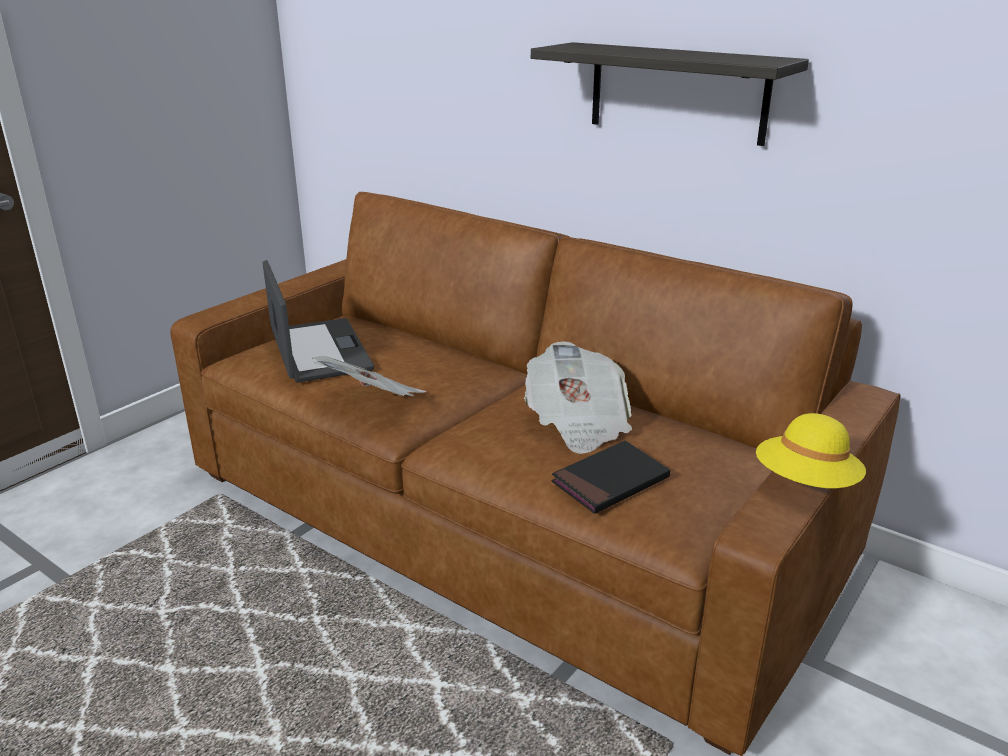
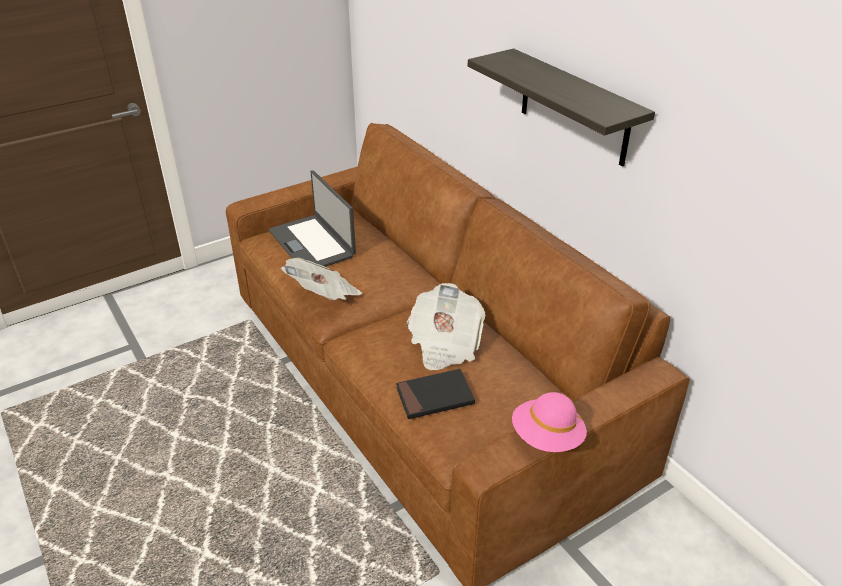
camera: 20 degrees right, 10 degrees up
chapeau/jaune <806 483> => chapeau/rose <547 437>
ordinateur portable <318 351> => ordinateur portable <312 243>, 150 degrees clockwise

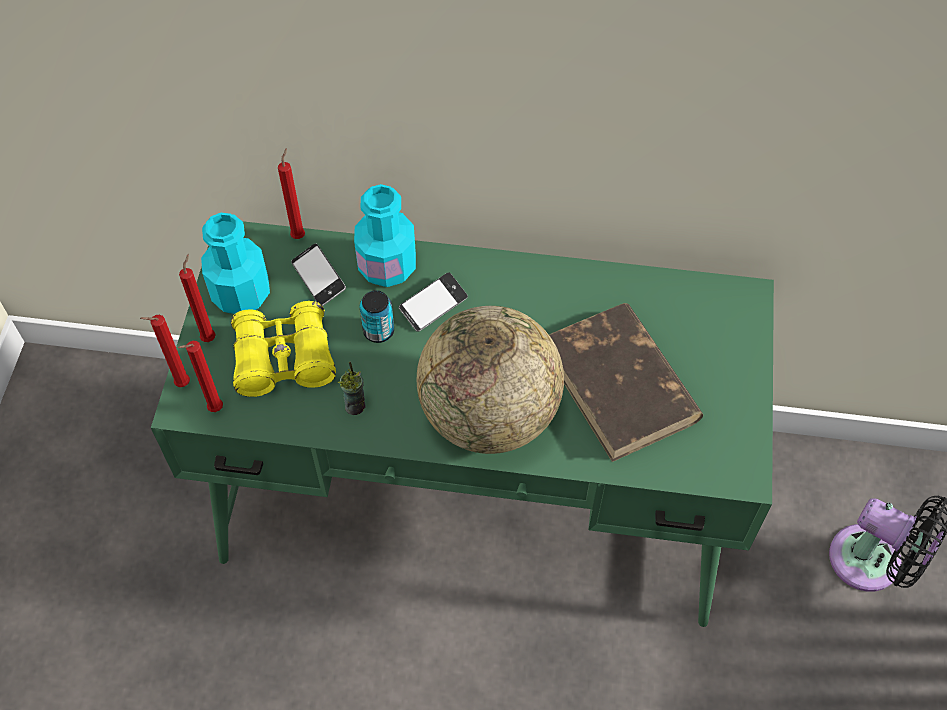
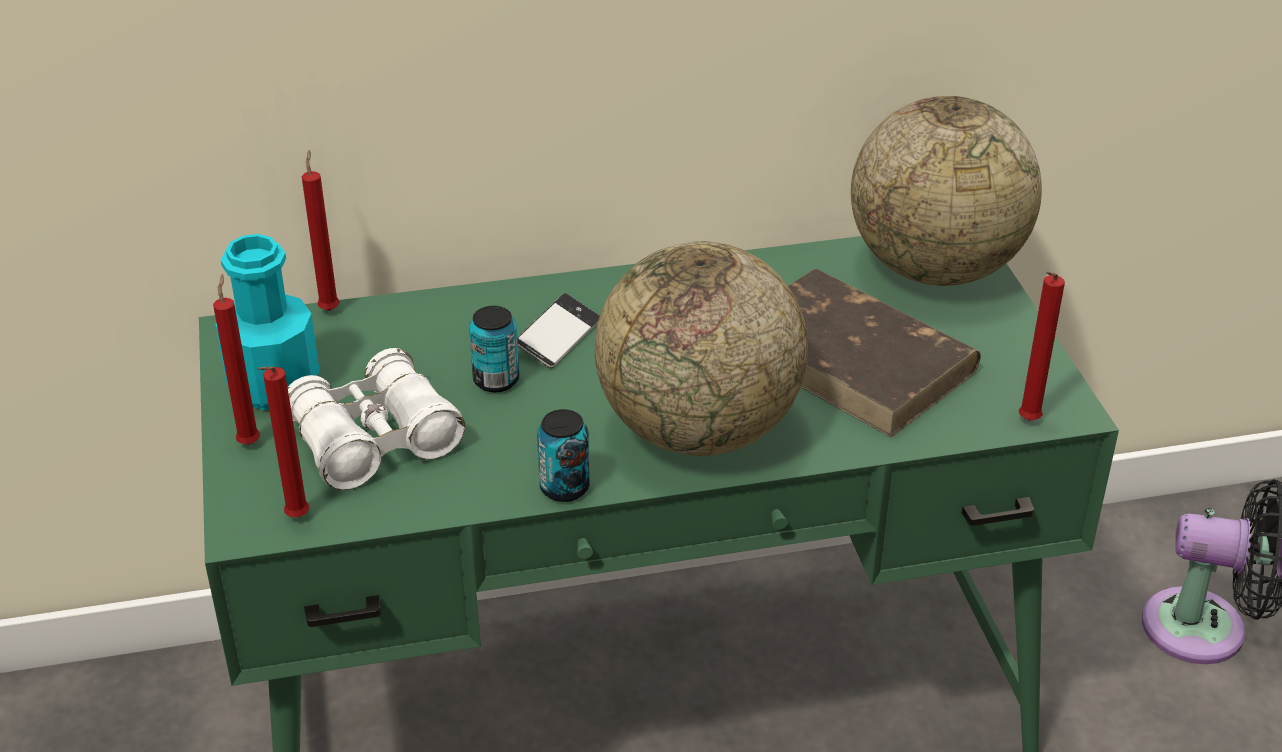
camera: 20 degrees left, 20 degrees down
téléphone <319 278> => nothing
tasse <355 405> => nothing
bouteille/turquoise <387 266> => nothing
nothing => boîte métallique <564 487>
nothing => globe <935 268>
bougie/rouge <180 384> => bougie/rouge <1026 422>, moved
jumelles/jaune <284 359> => jumelles/blanc <374 440>

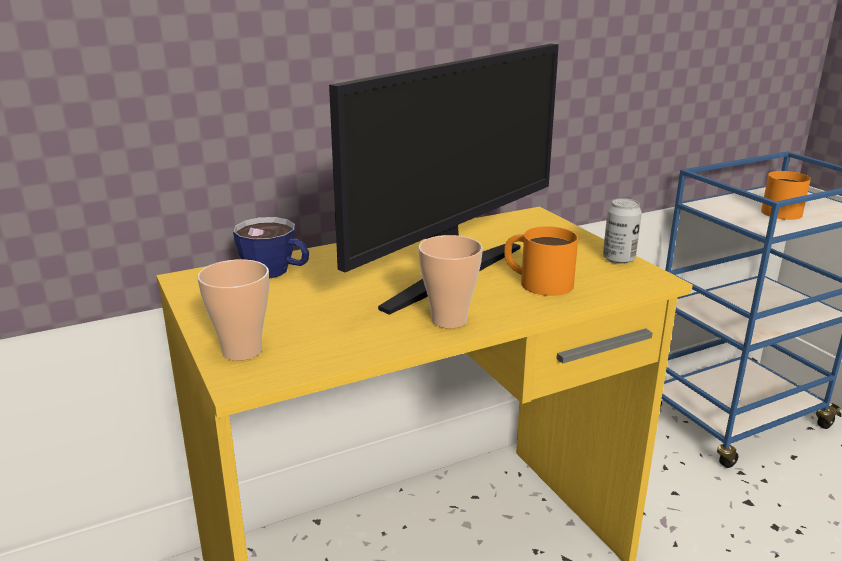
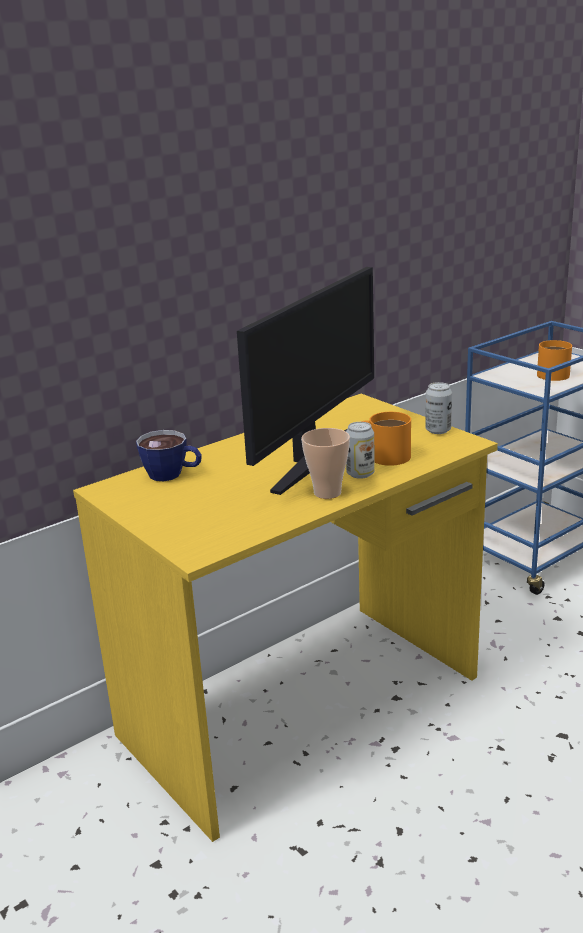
camera: 10 degrees left, 0 degrees up
tasse <242 351> => nothing
nothing => boîte métallique <360 474>

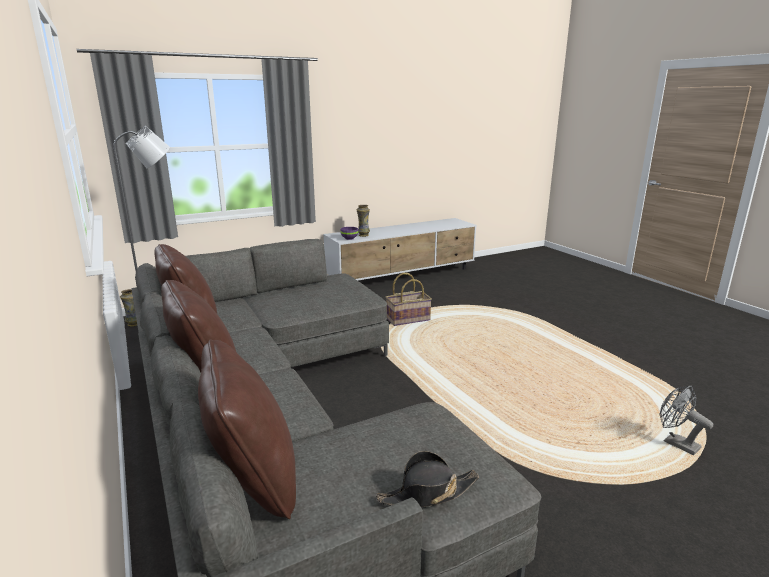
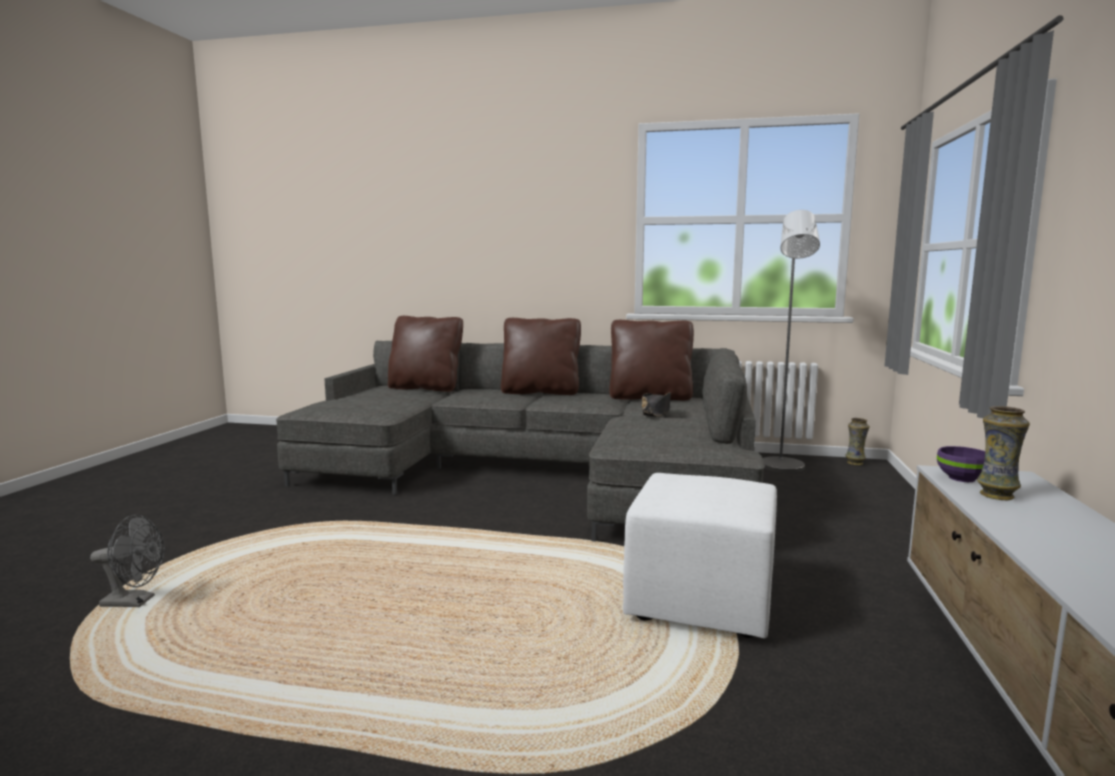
camera: 130 degrees right, 10 degrees down
chapeau/noir <428 493> => chapeau/noir <656 412>, moved
panier <408 319> => pouf/blanc <701 603>

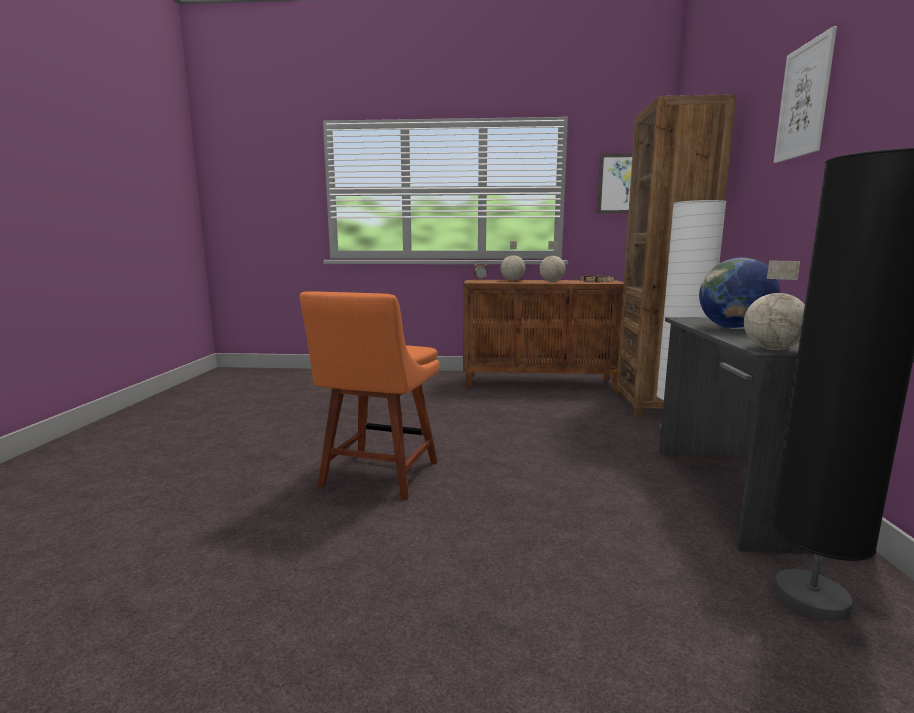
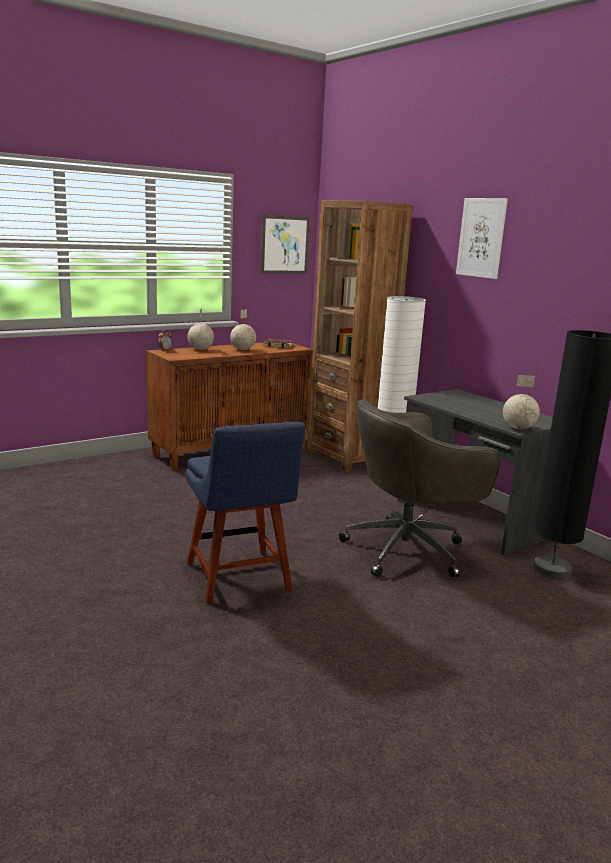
camera: 40 degrees left, 5 degrees up
globe <734 328> => nothing
nothing => chaise de bureau/gris <408 550>
chaise/orange <377 476> => chaise/bleu <239 579>

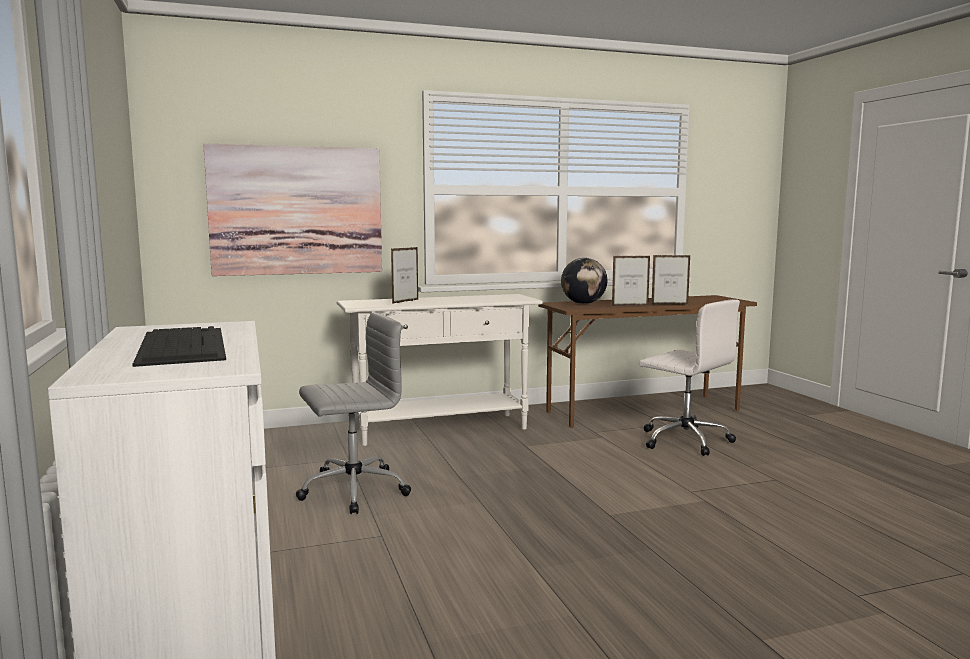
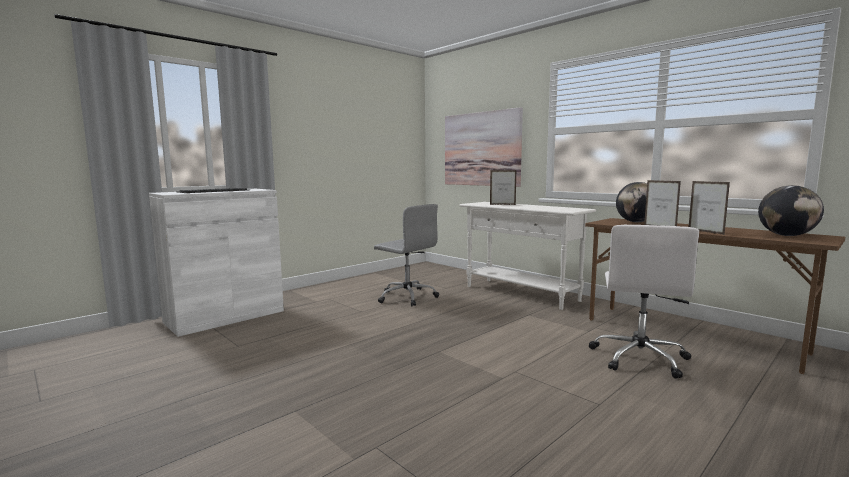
camera: 65 degrees right, 0 degrees up
nothing => globe <787 235>

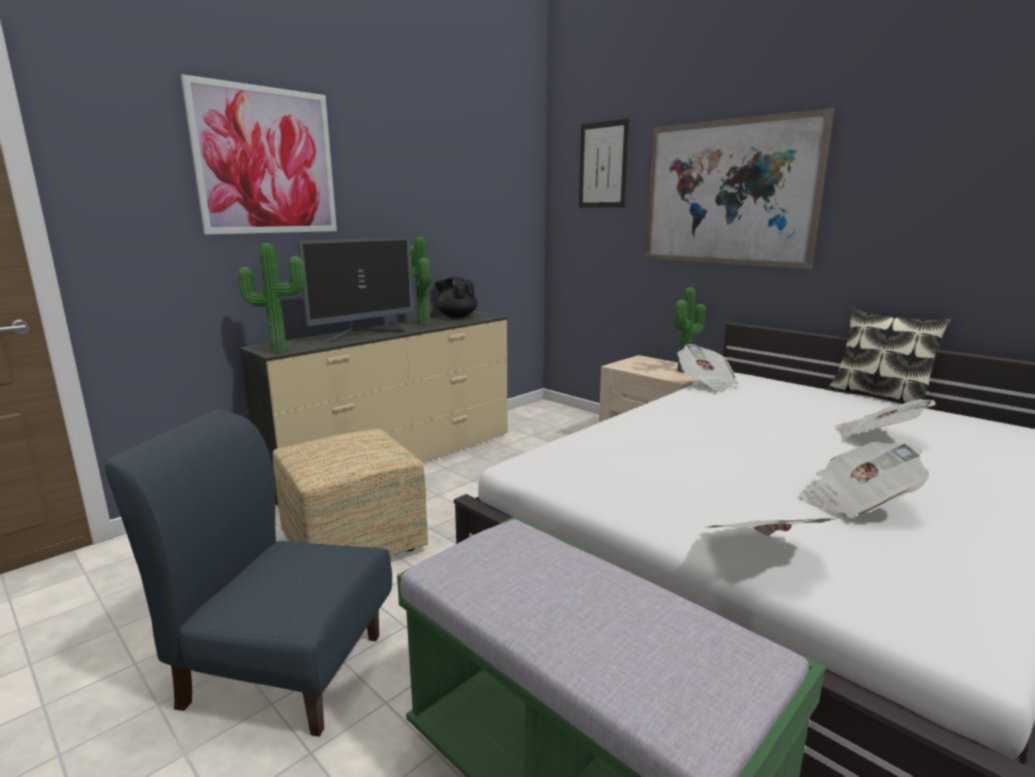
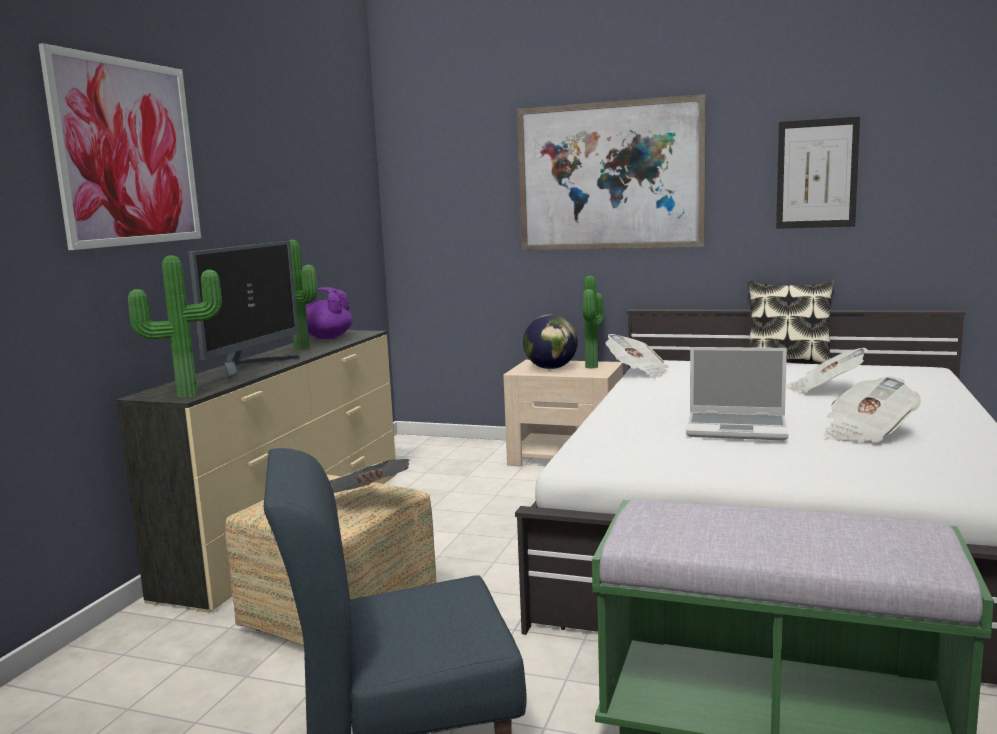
camera: 25 degrees left, 5 degrees down
nothing => globe <551 368>
nothing => ordinateur portable <738 428>
tableau <603 165> => tableau <816 174>, moved
journal <761 552> => journal <367 501>, moved
théière/noir <456 317> => théière/violet <326 337>

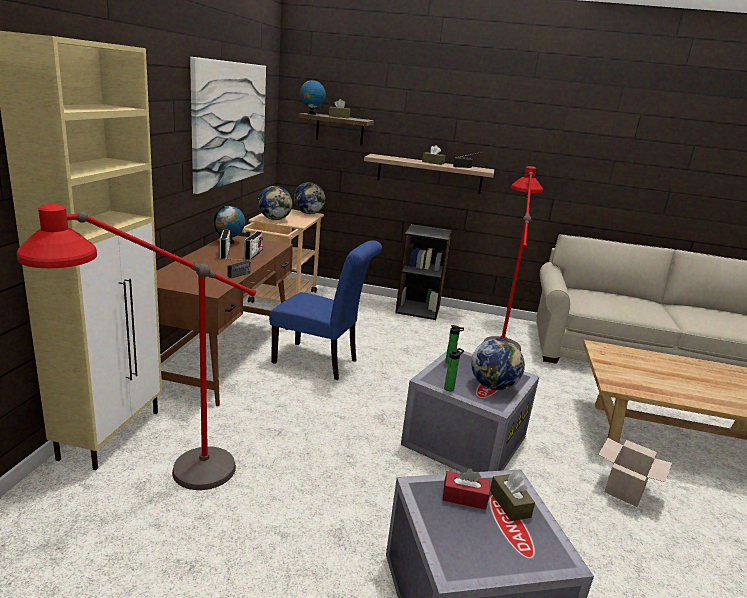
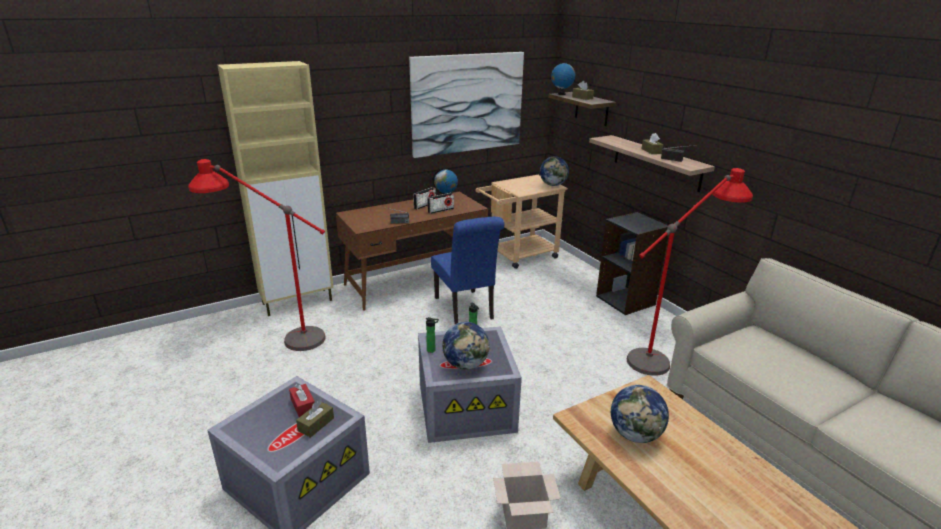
camera: 50 degrees right, 5 degrees up
globe <275 219> => globe <635 434>, moved

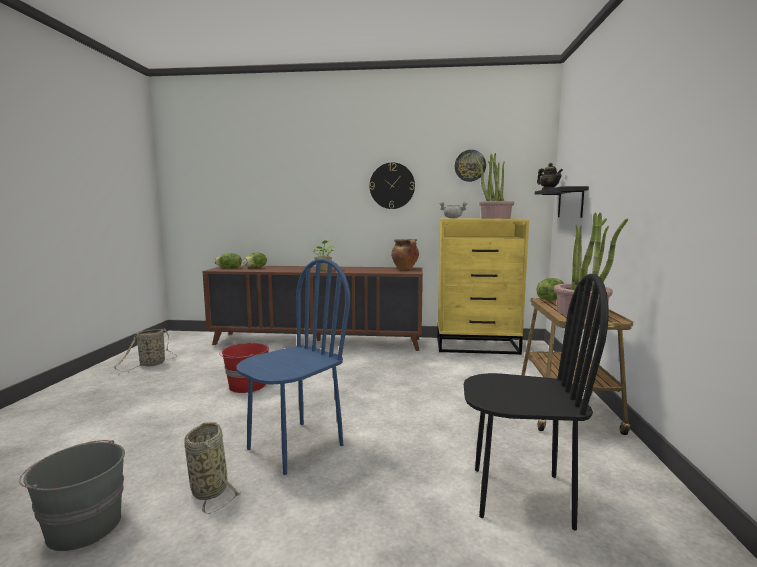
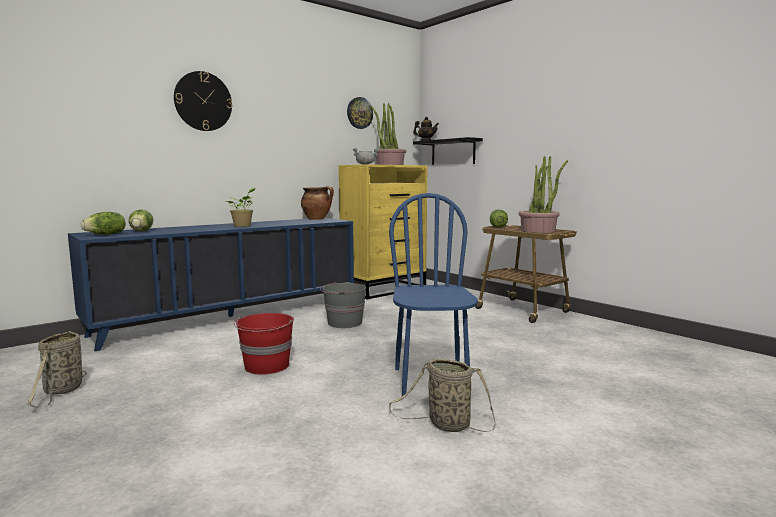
camera: 45 degrees left, 0 degrees up
chaise/noir <520 496> => nothing
seau/gris <83 526> => seau/gris <344 323>, moved
horloge murale <392 186> => horloge murale <203 101>, moved
meuble de rangement/marron <317 341> => meuble de rangement/bleu <232 317>

